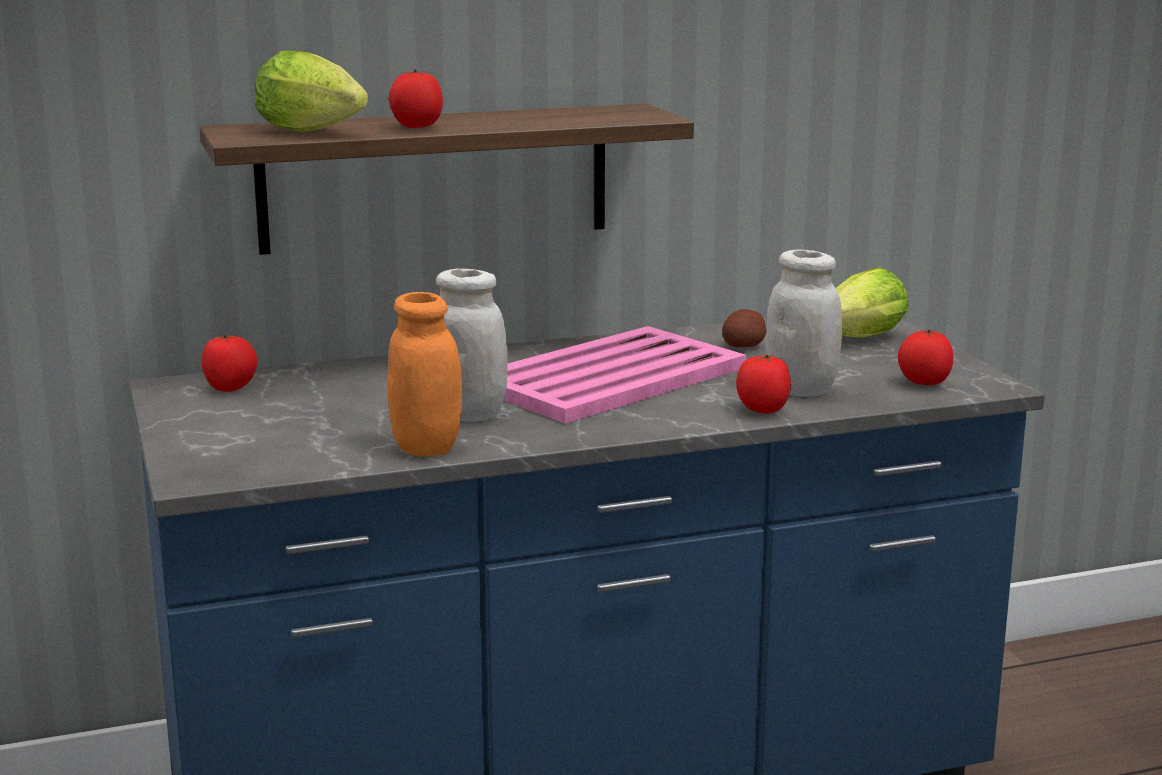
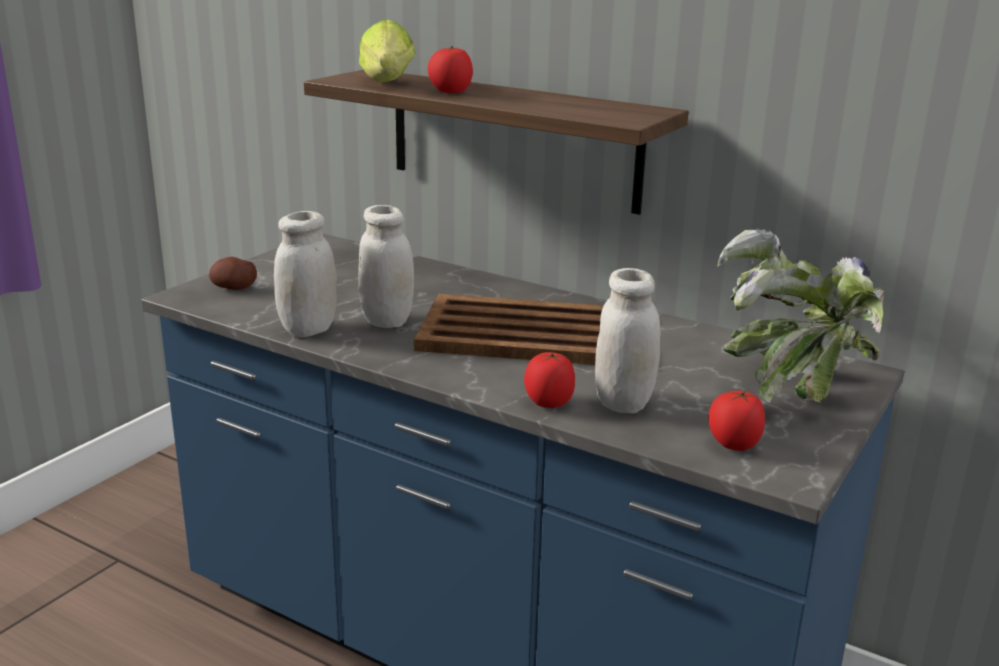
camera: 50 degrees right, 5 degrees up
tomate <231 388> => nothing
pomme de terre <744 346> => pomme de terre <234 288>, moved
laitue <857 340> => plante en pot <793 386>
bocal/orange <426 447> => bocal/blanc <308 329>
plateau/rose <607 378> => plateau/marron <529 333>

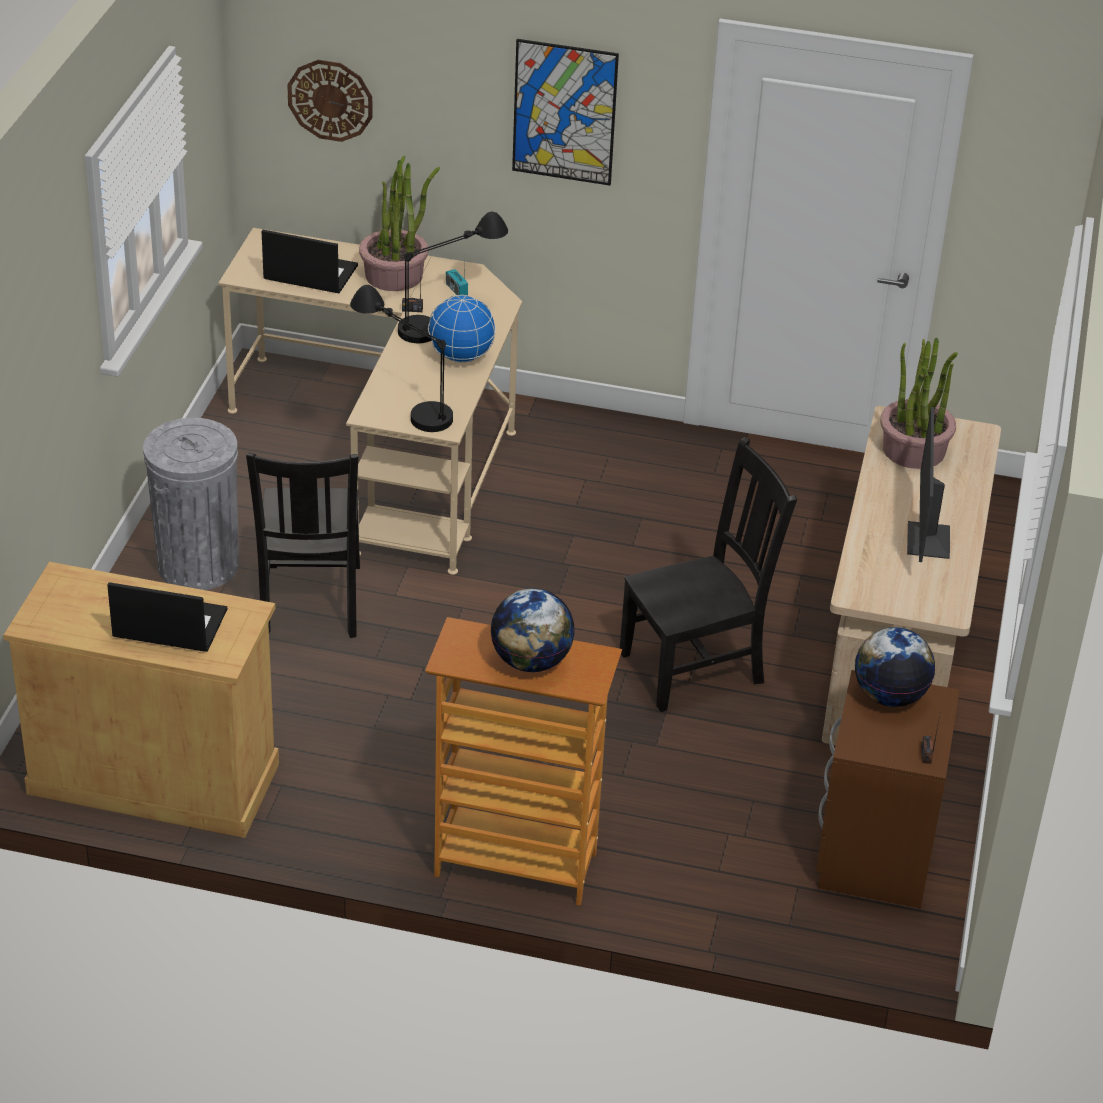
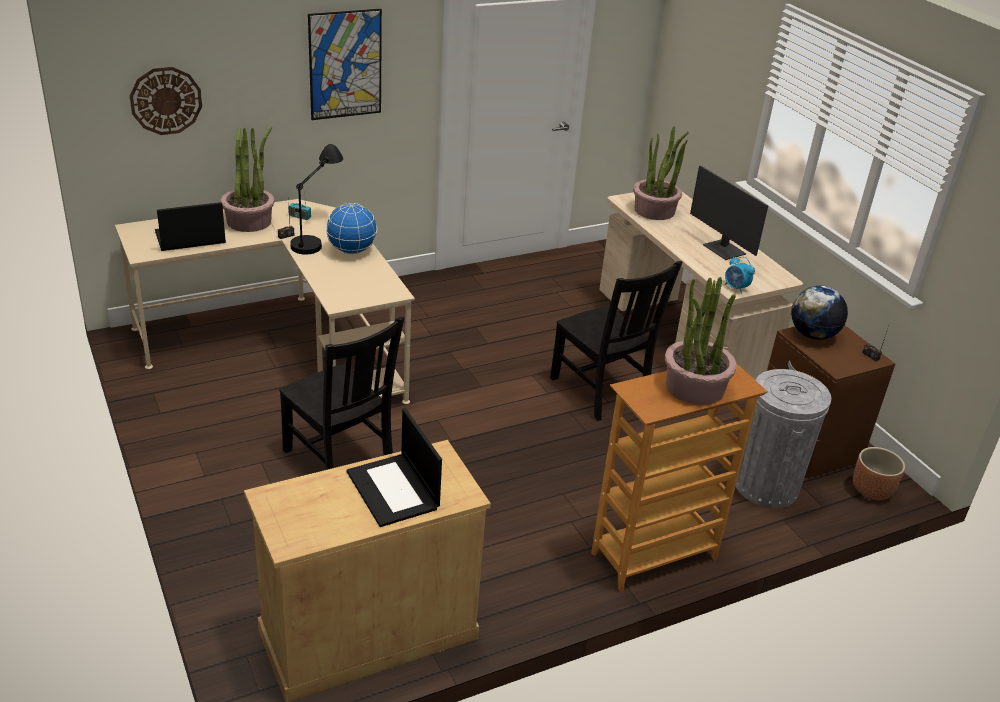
camera: 40 degrees left, 5 degrees down
lampe de table/noir <404 403> => nothing
nothing => réveil <736 288>
nothing => cache-pot/marron <871 490>
poubelle/gris <198 565> => poubelle/gris <766 486>, moved
globe <530 661> => plante en pot <694 387>
ordinateur portable <168 624> => ordinateur portable <394 490>, 90 degrees counterclockwise
chaise/noir <696 666> => chaise/noir <601 392>, 120 degrees clockwise

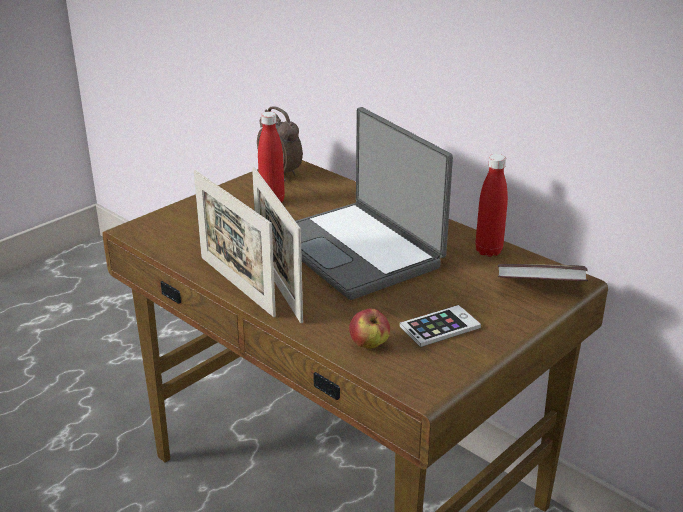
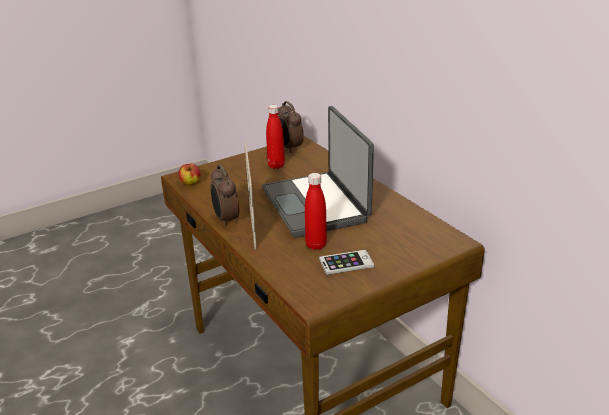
camera: 15 degrees right, 0 degrees up
livre <539 288> => nothing
pomme <369 345> => pomme <190 184>, moved
bouteille/rouge <488 251> => bouteille/rouge <316 245>, moved
cadre photo <236 285> => réveil <226 220>

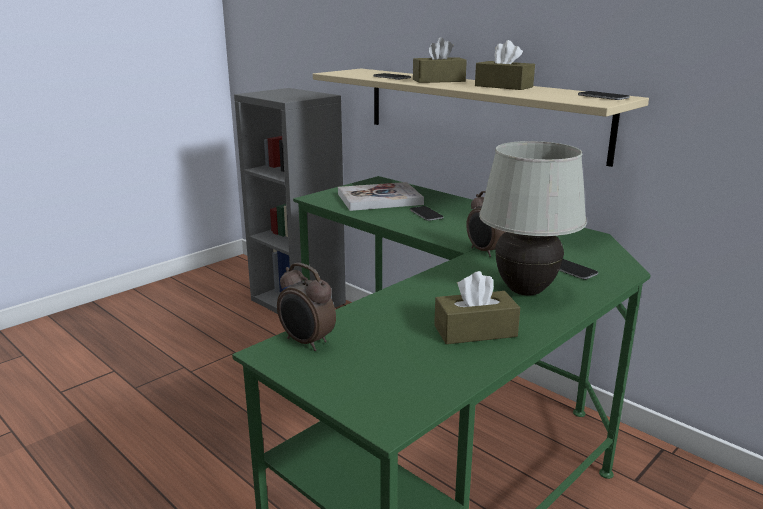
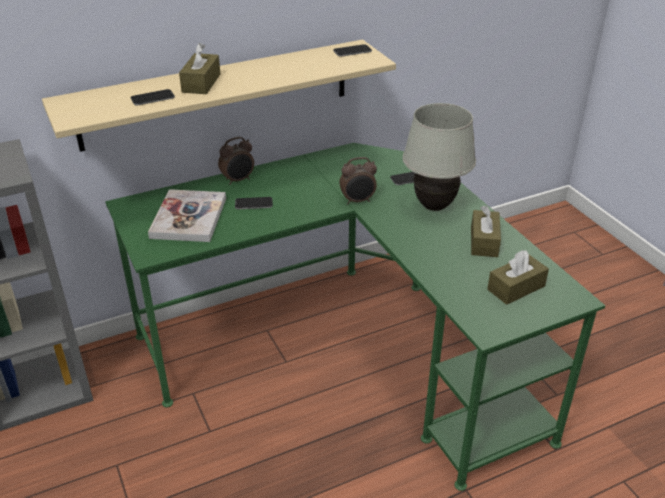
camera: 70 degrees left, 15 degrees up
réveil <306 342> => réveil <238 180>, moved
boîte à mouchoirs/marron <503 86> => boîte à mouchoirs/marron <516 288>, moved

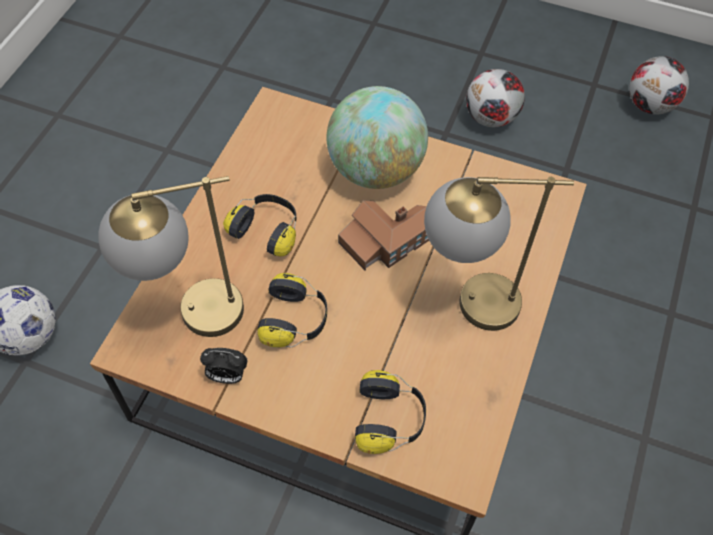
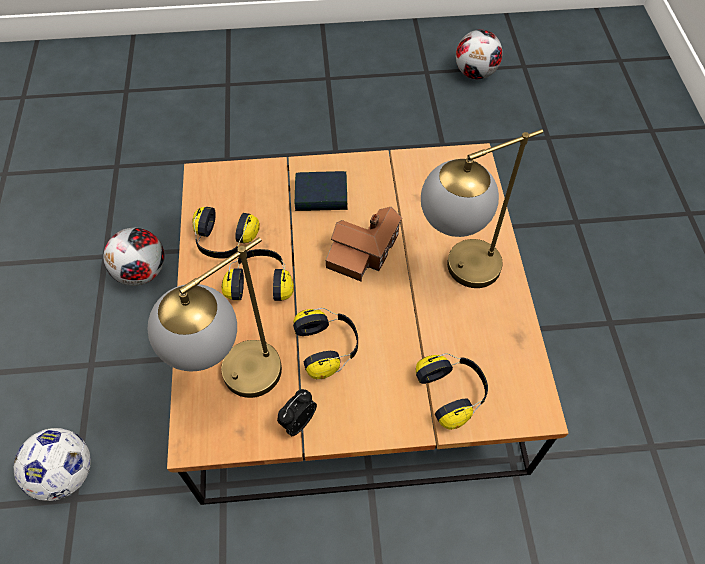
camera: 25 degrees left, 0 degrees up
nothing => casque audio <224 242>
ballon de foot <491 118> => ballon de foot <142 273>, moved
globe <375 170> => livre <321 196>
réveil <227 376> => réveil <298 421>, 150 degrees clockwise

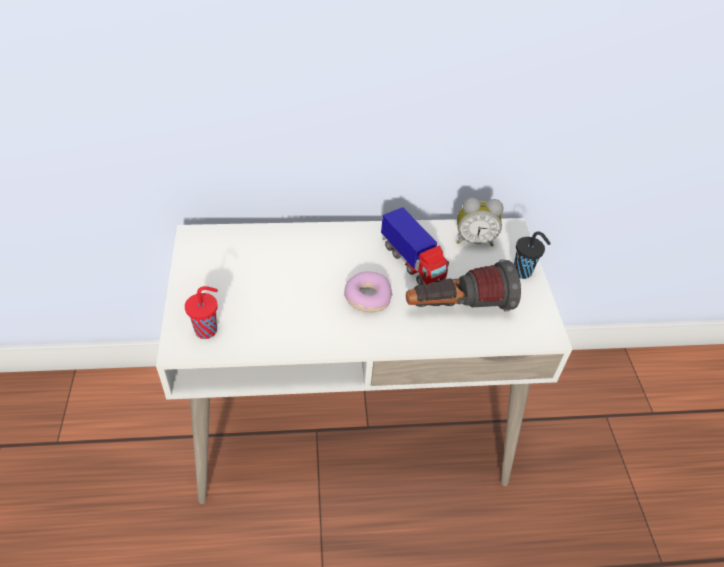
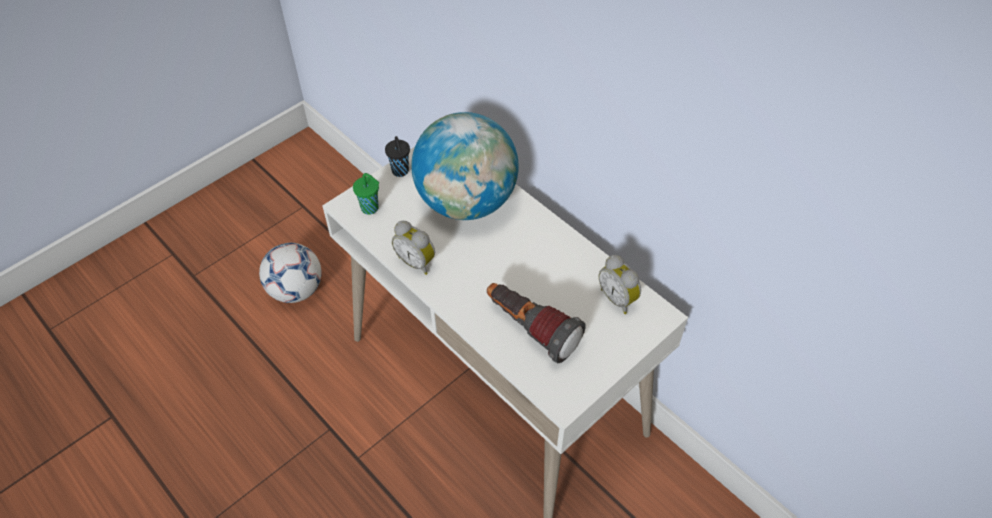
camera: 55 degrees right, 5 degrees up
beignet <367 297> => nothing
camion jouet <412 263> => nothing
nothing => ballon de foot <296 290>
nothing => réveil <417 261>
nothing => globe <466 202>
tasse/noir <523 272> => tasse/noir <400 172>, moved
tasse/rouge <207 330> => tasse/vert <371 208>

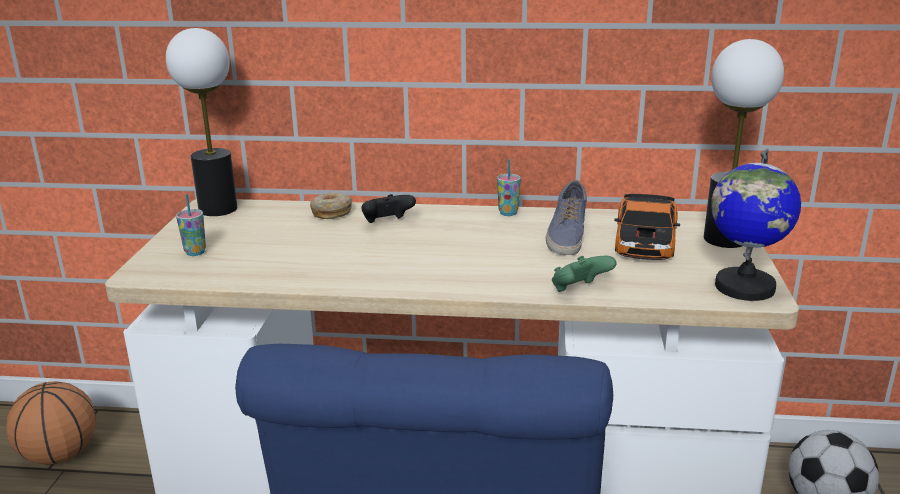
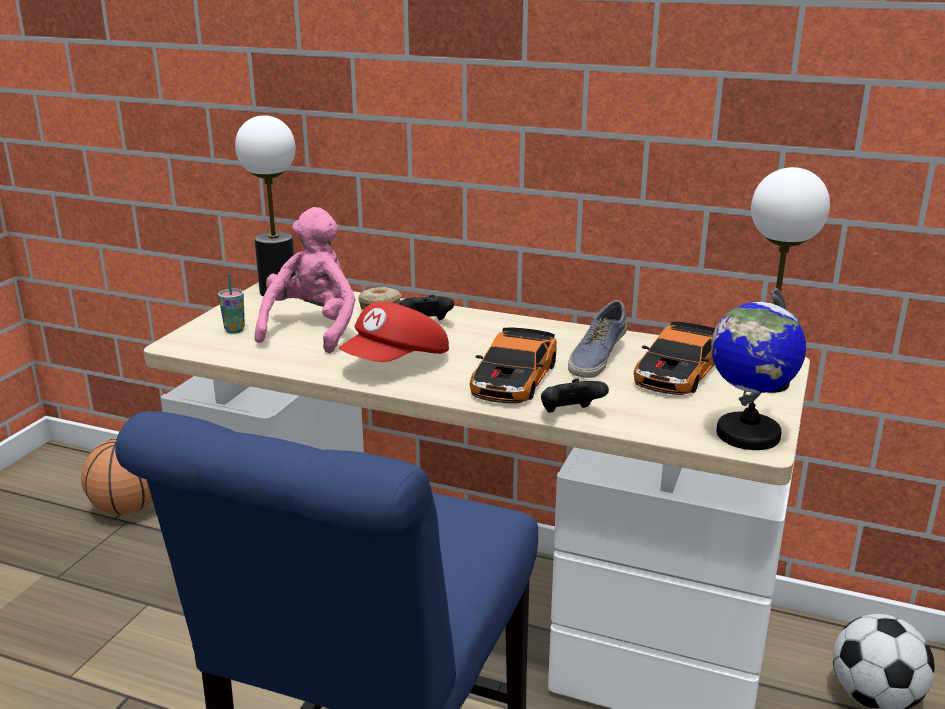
camera: 15 degrees right, 0 degrees up
tasse <508 213> => nothing
nothing => peluche/rose <312 329>
nothing => casquette/rouge <397 363>
nothing => petite voiture <514 378>
manette/vert <579 291> => manette/noir <570 414>

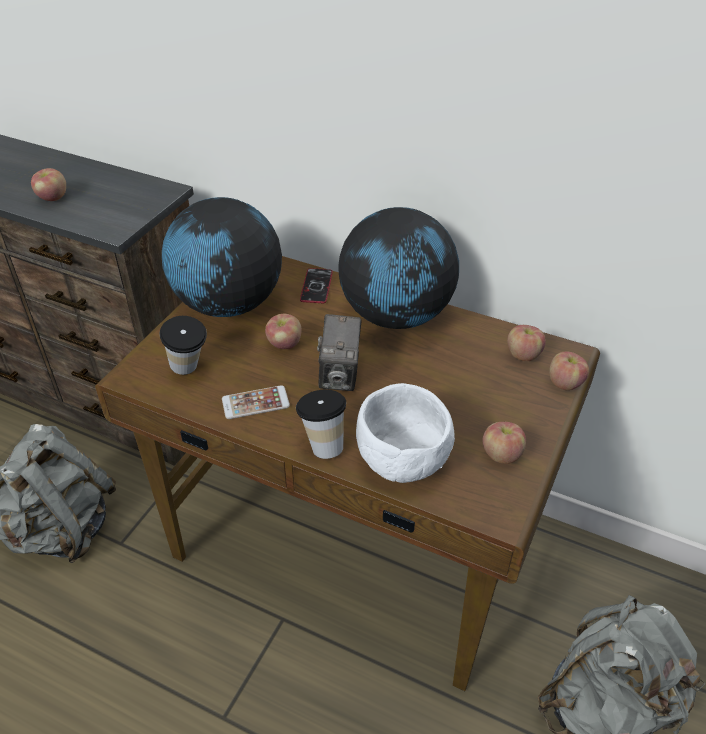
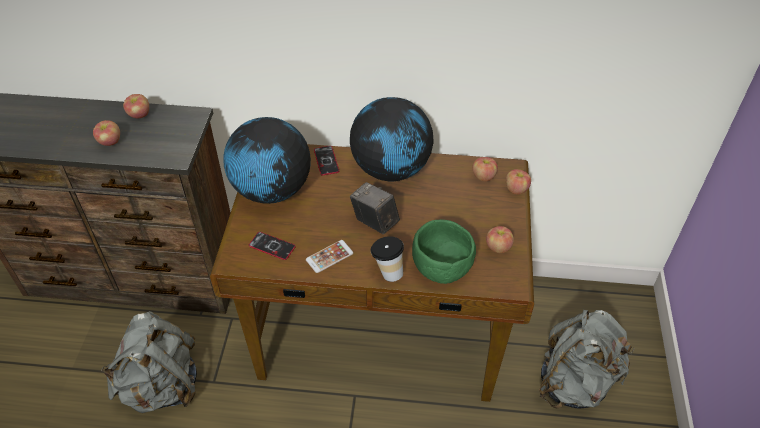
camera: 20 degrees left, 5 degrees up
pomme <285 344> => pomme <139 115>, moved
tasse <189 370> => téléphone <272 246>
bol/blanc <400 462> => bol/vert <440 269>
appareil photo <340 375> => appareil photo <375 222>, 150 degrees clockwise

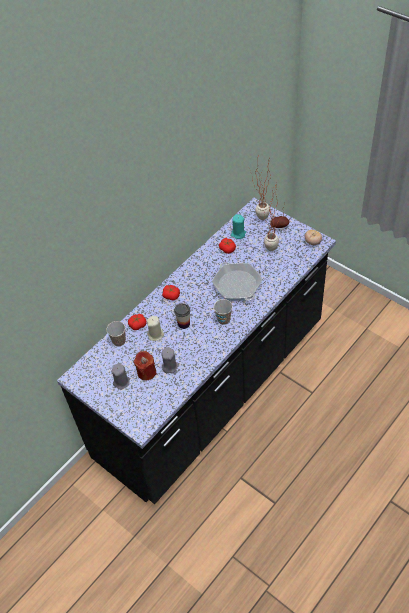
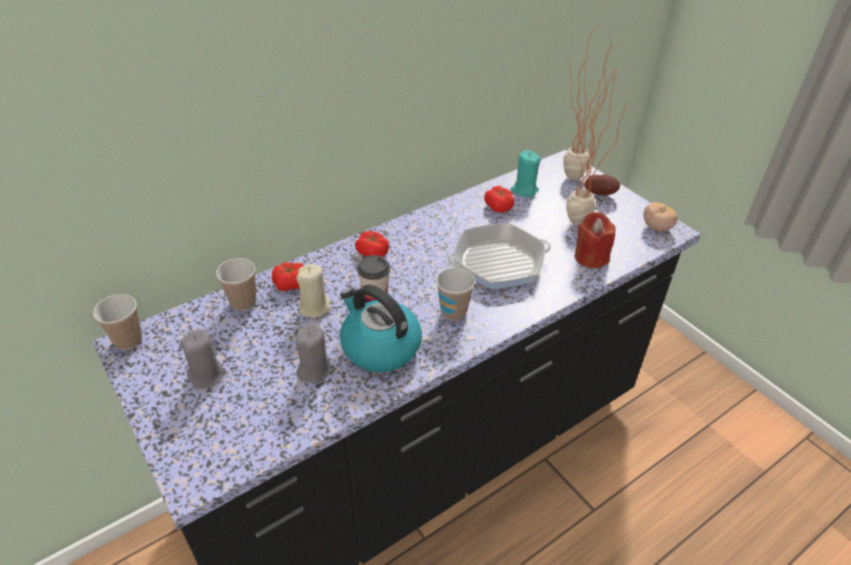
camera: 10 degrees right, 10 degrees down
nothing => tasse <128 340>
nothing => bouilloire <379 347>
bougie/rouge <146 372> => bougie/rouge <590 257>, moved
poêle <237 285> => poêle <498 262>, 90 degrees clockwise

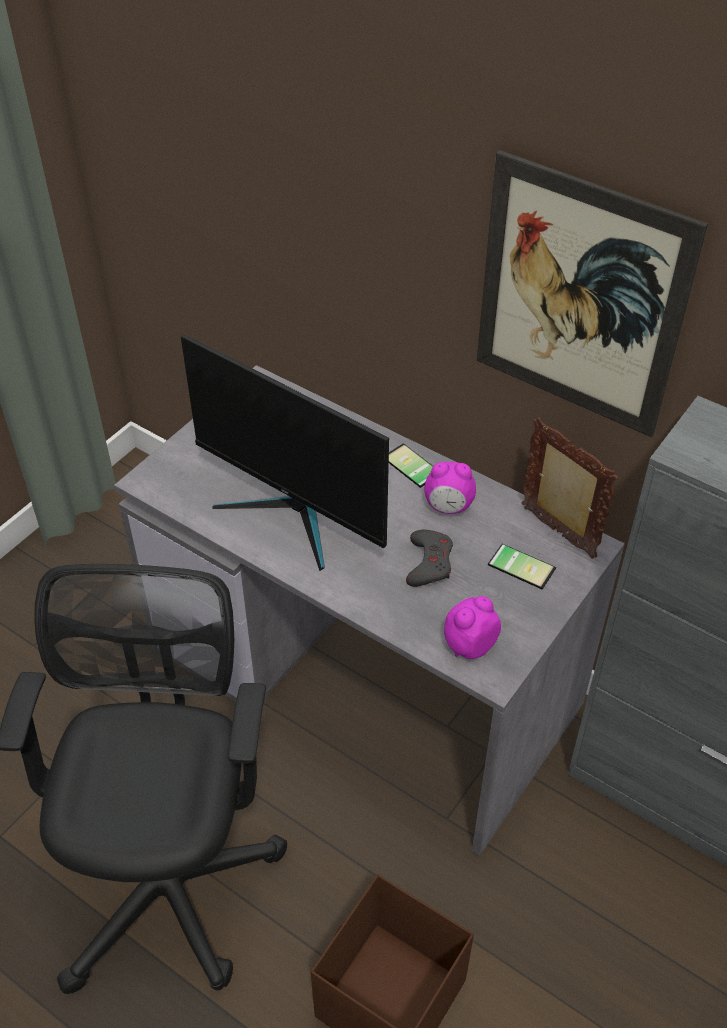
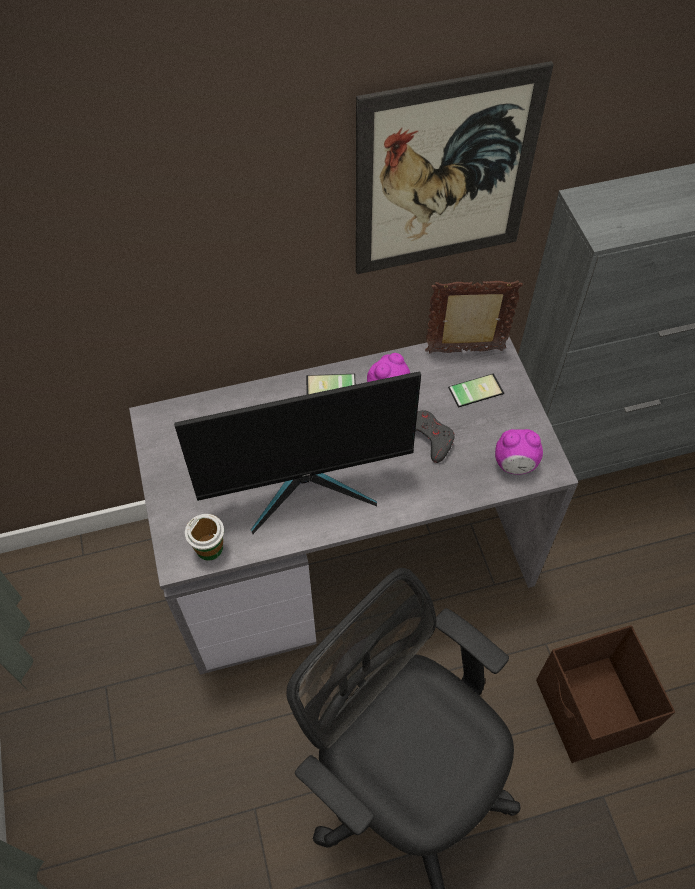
camera: 50 degrees left, 10 degrees up
nothing => tasse <209 548>
réveil <469 645> => réveil <515 465>, 90 degrees counterclockwise

